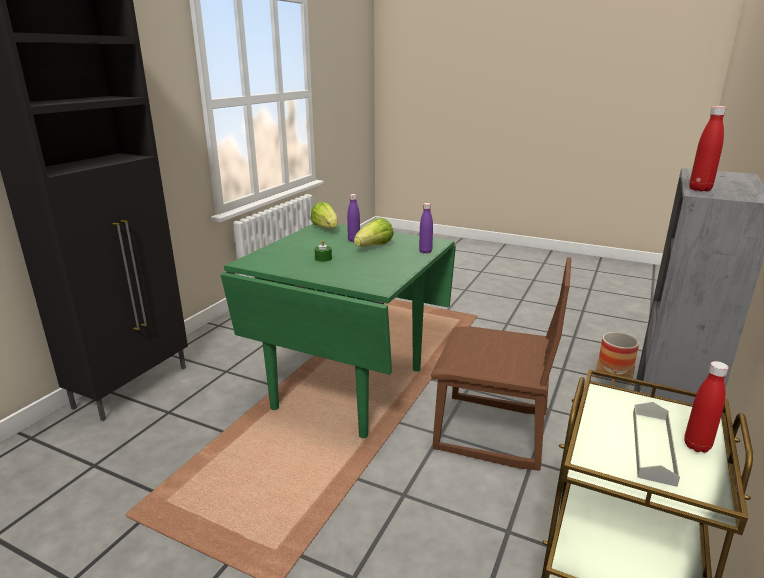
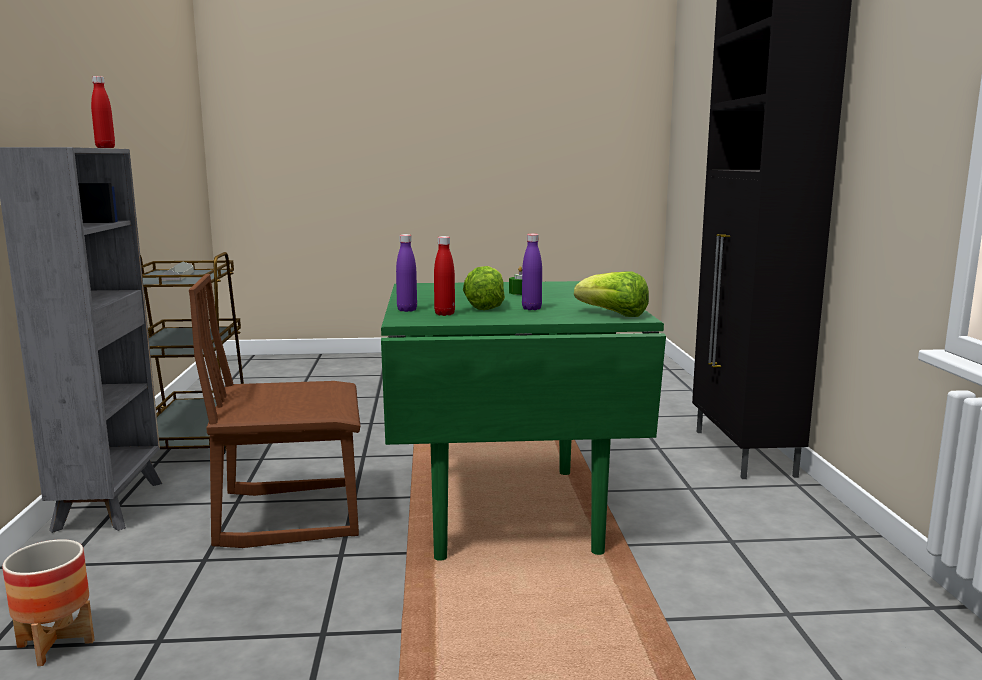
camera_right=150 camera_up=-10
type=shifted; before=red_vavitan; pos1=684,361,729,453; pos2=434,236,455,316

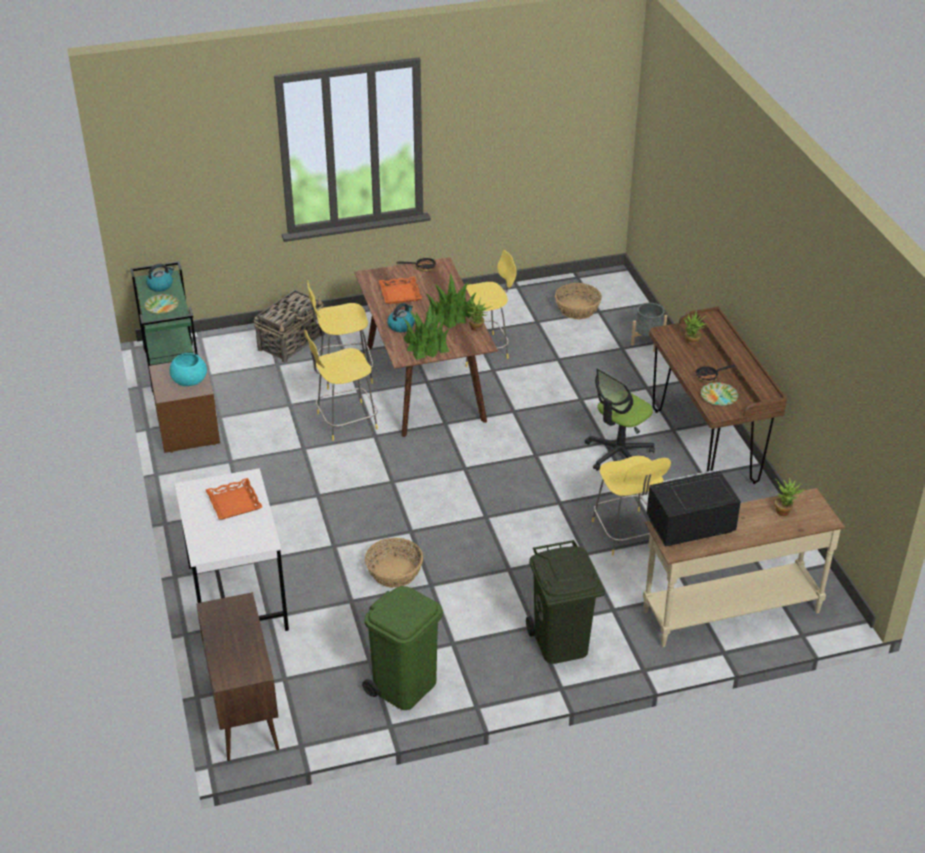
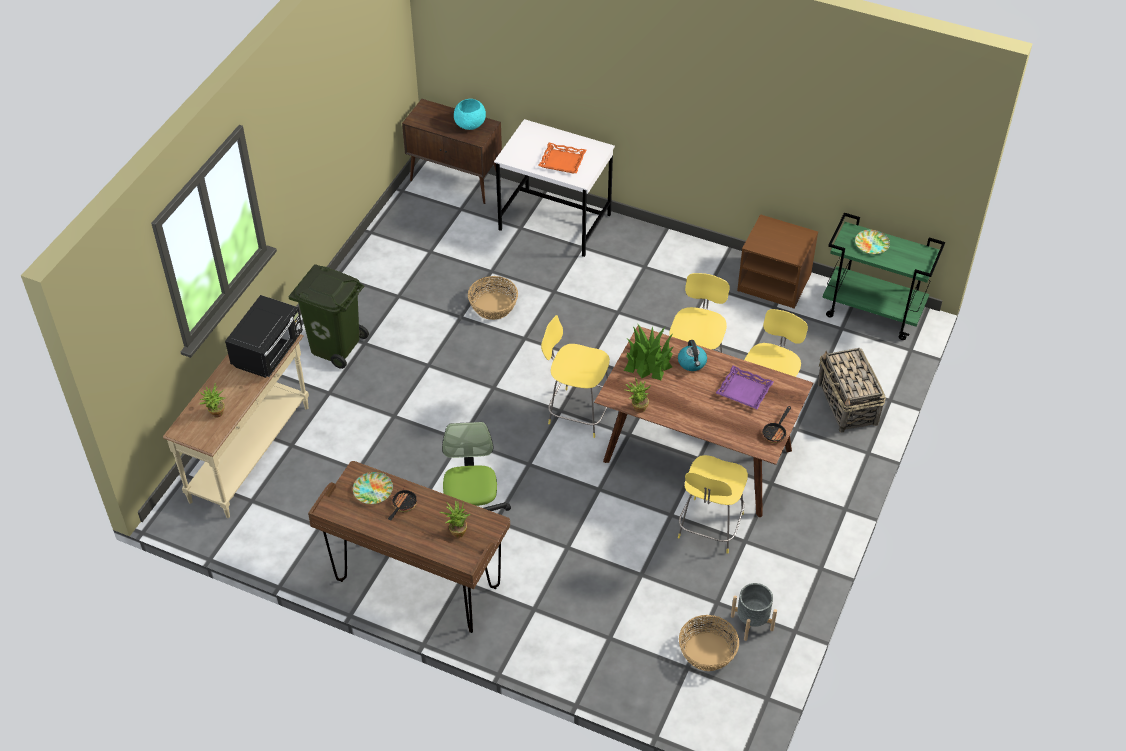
camera_right=130 camera_up=10
type=shifted; before=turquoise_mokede; pos1=170,353,207,386; pos2=454,99,486,130
type=shifted; before=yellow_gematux; pos1=592,456,671,555; pos2=541,315,610,438
type=repainted; before=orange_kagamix; after=purple_kagamix; pos1=379,277,422,304; pos2=716,366,774,409
type=shifted; before=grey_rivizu; pos1=631,303,667,352; pos2=731,583,777,641
type=gone; before=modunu; pos1=146,264,174,292
type=gone; before=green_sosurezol; pos1=362,586,443,710
type=gone; before=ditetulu; pos1=426,273,477,329

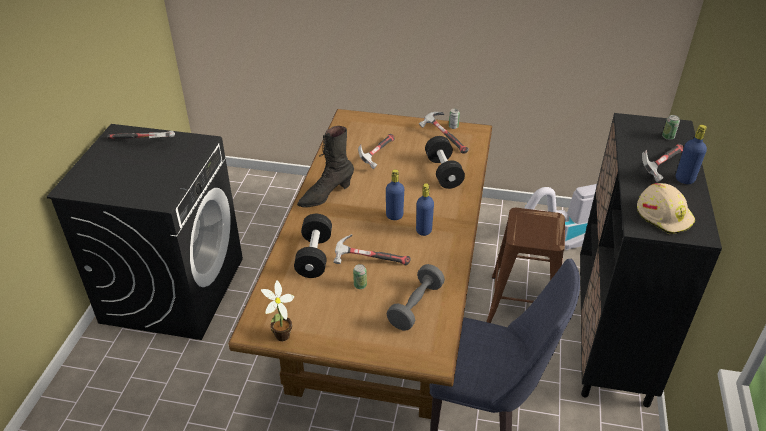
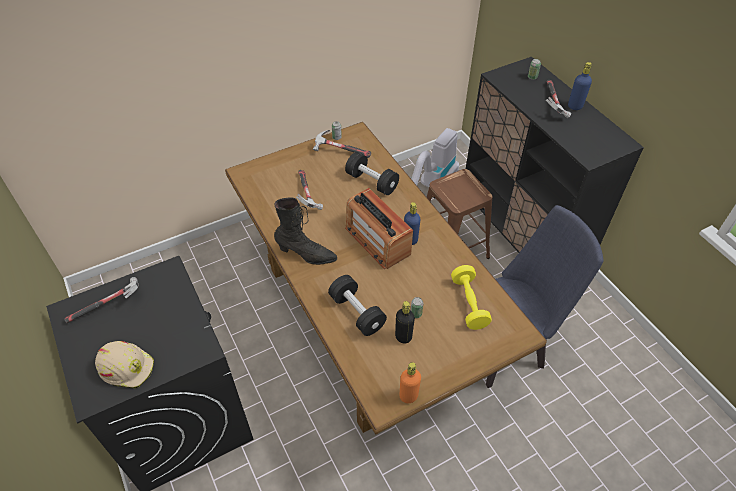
camera_right=-40 camera_up=10
type=shifted; before=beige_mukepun; pos1=637,183,695,234; pos2=95,341,154,389
type=rotated; before=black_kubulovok; pos1=297,126,354,208; pos2=274,198,337,265; turn=-90
type=swapped; before=blue_vavitan; after=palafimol; pos1=386,169,404,220; pos2=345,188,413,269
type=new; after=black_vavitan; pos2=395,301,415,344
type=swapped; before=ditetulu; after=orange_vavitan; pos1=261,280,294,341; pos2=399,362,421,403
type=repainted; before=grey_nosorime; after=yellow_nosorime; pos1=387,264,445,330; pos2=451,265,492,330
type=gone; before=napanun; pos1=334,234,411,266

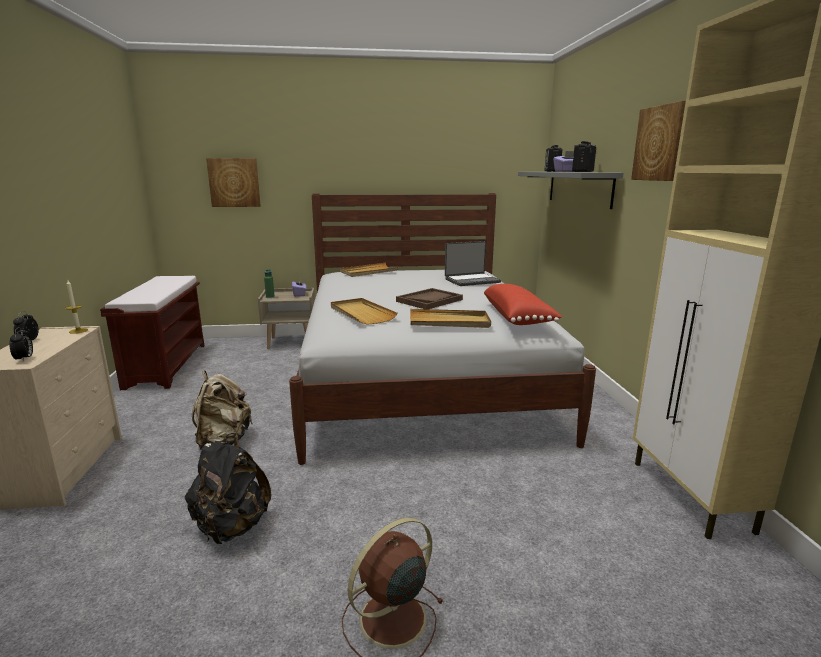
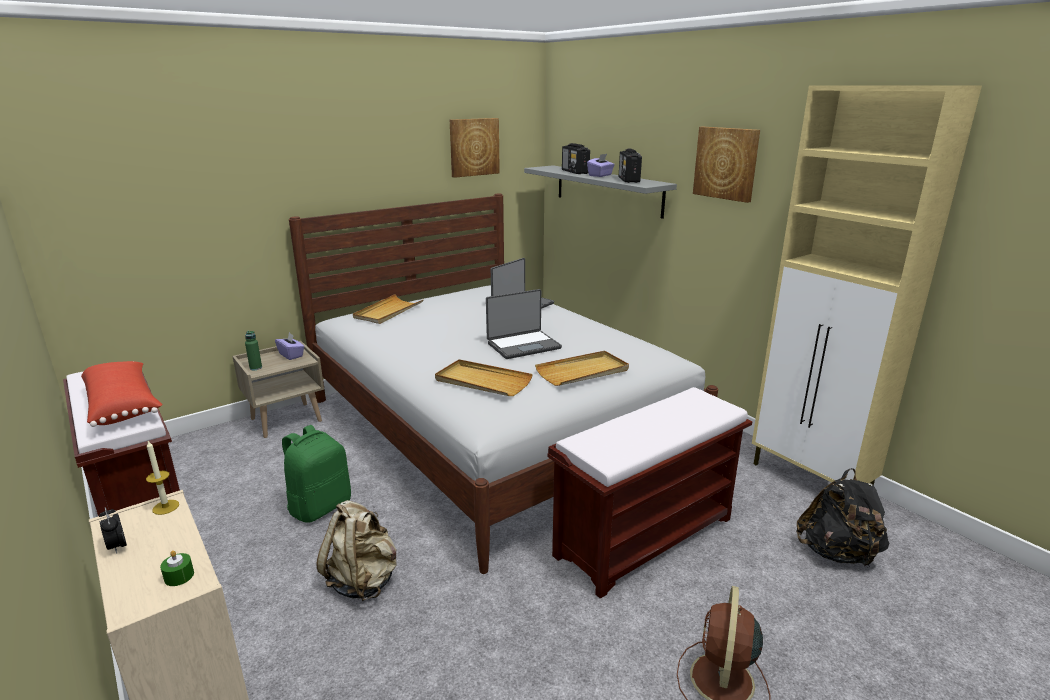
camera_right=-30 camera_up=5
type=shifted; before=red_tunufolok; pos1=484,284,562,325; pos2=81,361,163,427
type=swapped; before=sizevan; after=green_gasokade; pos1=10,327,33,362; pos2=160,550,194,586
type=new; after=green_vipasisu; pos2=282,425,351,523
type=shifted; before=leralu; pos1=206,158,261,207; pos2=450,118,500,178
type=swapped; before=brown_kagamix; after=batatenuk; pos1=396,288,463,309; pos2=486,289,562,359
type=new; after=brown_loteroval; pos2=548,387,753,599
type=shifted; before=black_vipasisu; pos1=185,433,271,544; pos2=796,468,889,566

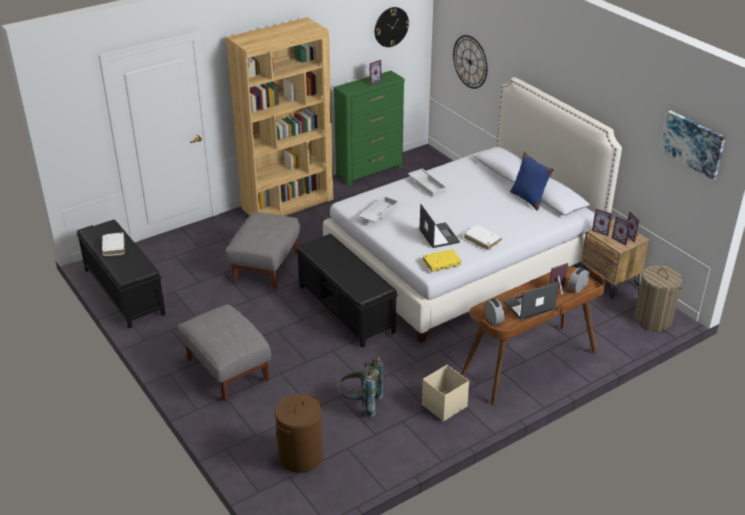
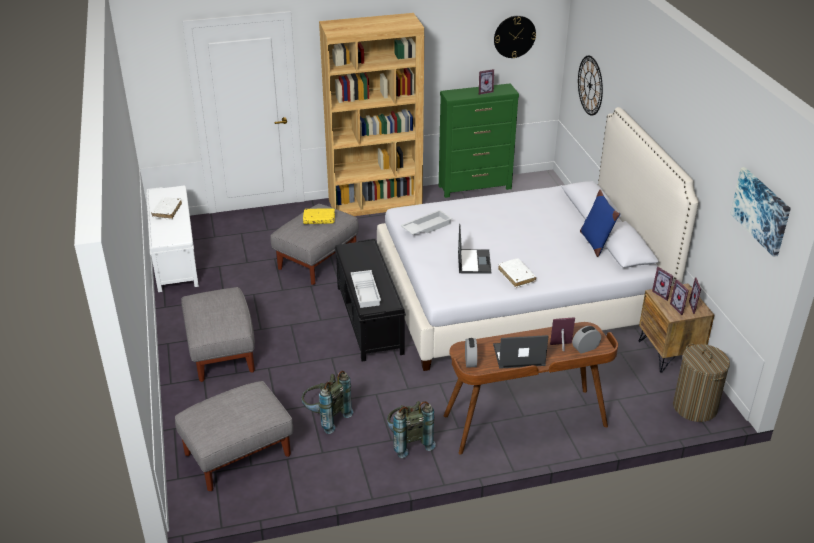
camera_right=20 camera_up=0
type=repainted; before=black_loteroval; after=white_loteroval; pos1=77,220,166,329; pos2=146,186,199,292
type=swapped; before=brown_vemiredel; after=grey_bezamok; pos1=275,394,323,473; pos2=175,381,293,491
type=shifted; before=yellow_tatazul; pos1=423,249,461,272; pos2=303,209,335,224
type=shifted; before=white_kagamix; pos1=408,168,448,197; pos2=351,270,381,308
type=swapped; before=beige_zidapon; after=grey_vipasisu; pos1=422,365,469,422; pos2=387,401,436,458

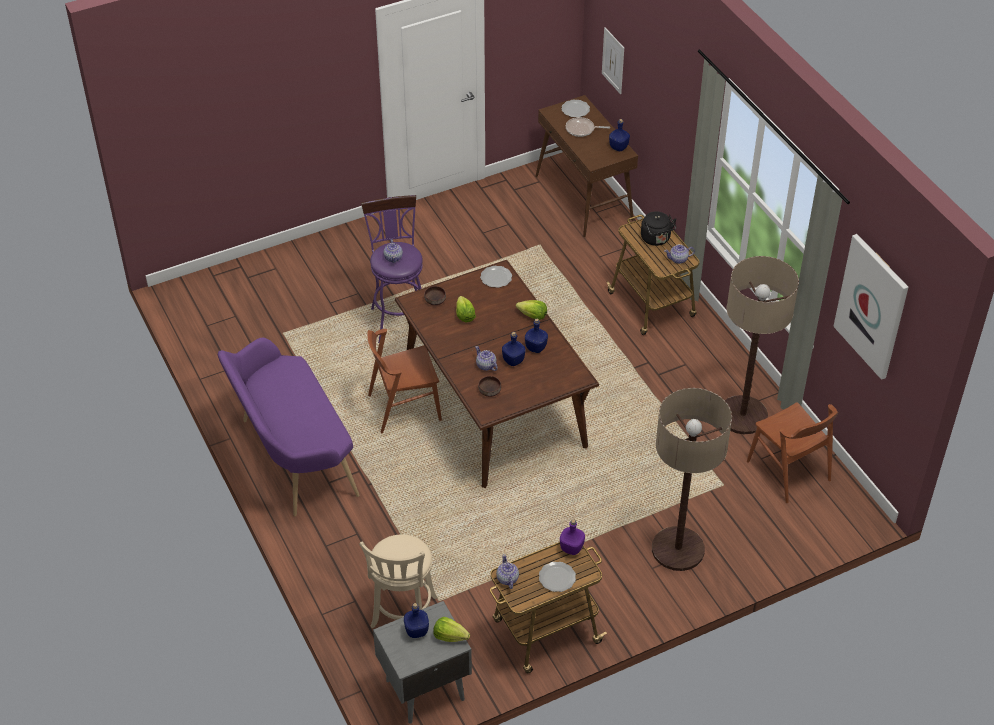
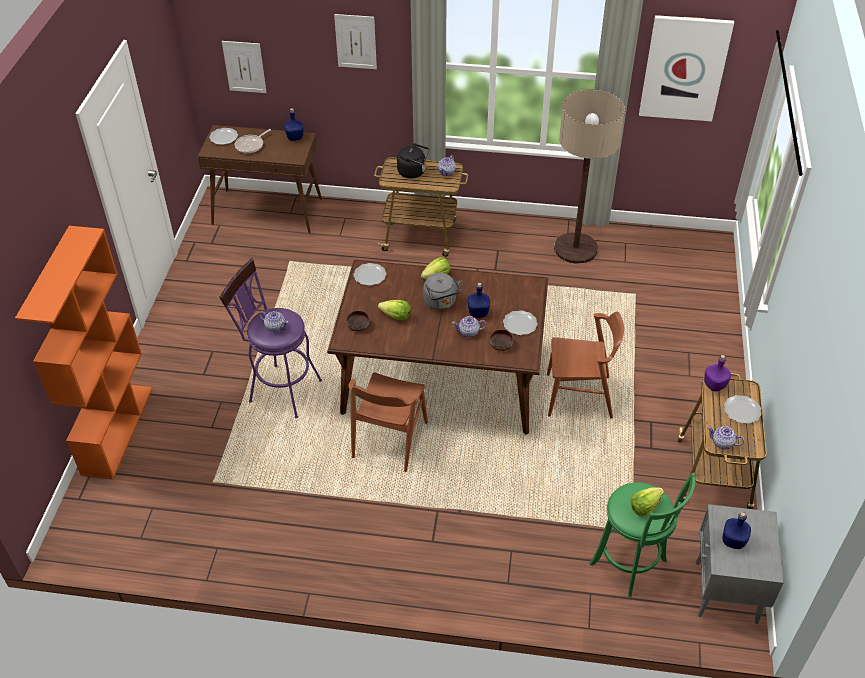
camera_right=-55 camera_up=0
type=new; after=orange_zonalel; pos2=15,226,152,480
type=new; after=leralu; pos2=334,14,377,69
type=new; after=grey_modunu; pos2=423,273,462,311
type=new; after=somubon; pos2=503,310,538,335
type=shifted; before=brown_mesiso; pos1=747,403,838,503; pos2=547,312,624,419
type=repainted; before=beige_gematux; after=green_gematux; pos1=359,534,438,628; pos2=590,473,696,597
type=shifted; before=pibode; pos1=433,617,470,642; pos2=630,488,664,517
type=gone; before=purple_loteroval; pos1=218,338,360,516
type=gone; before=blue_vavitan; pos1=525,319,548,353
type=gone; before=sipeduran; pos1=652,388,732,571

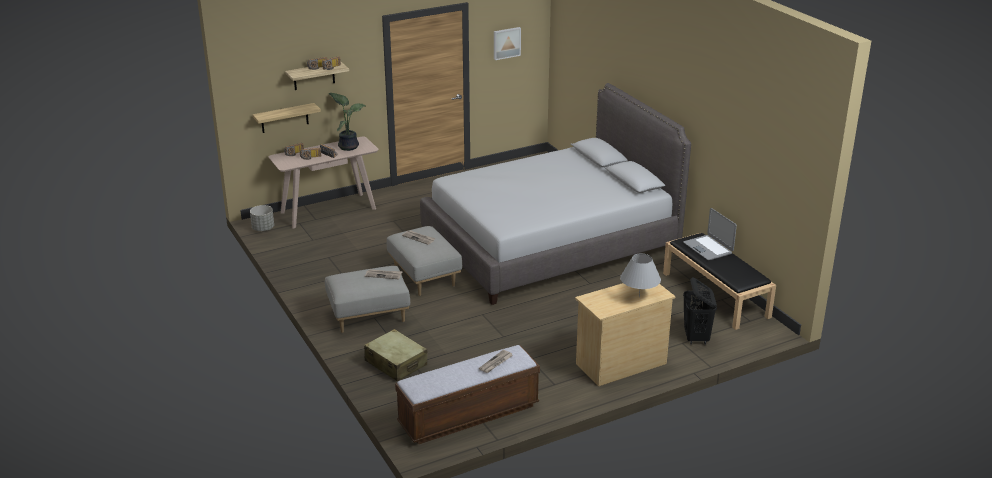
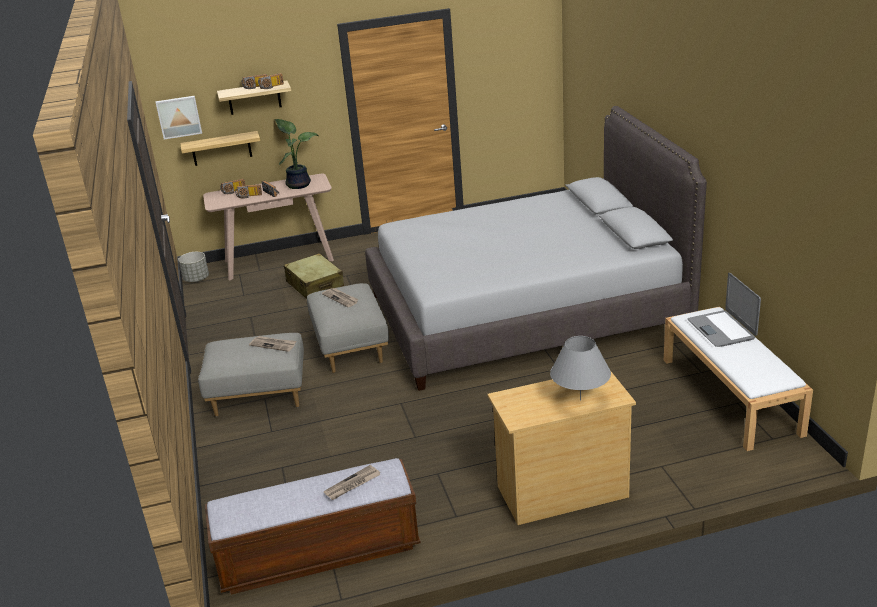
camera_right=15 camera_up=0
type=shifted; before=leralu; pos1=494,27,521,60; pos2=156,96,202,140
type=shifted; before=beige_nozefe; pos1=364,329,427,381; pos2=284,253,344,299
type=repainted; before=black_loteroval; after=white_loteroval; pos1=663,233,776,330; pos2=664,306,813,451
type=gone; before=black_vemiredel; pos1=683,277,717,345

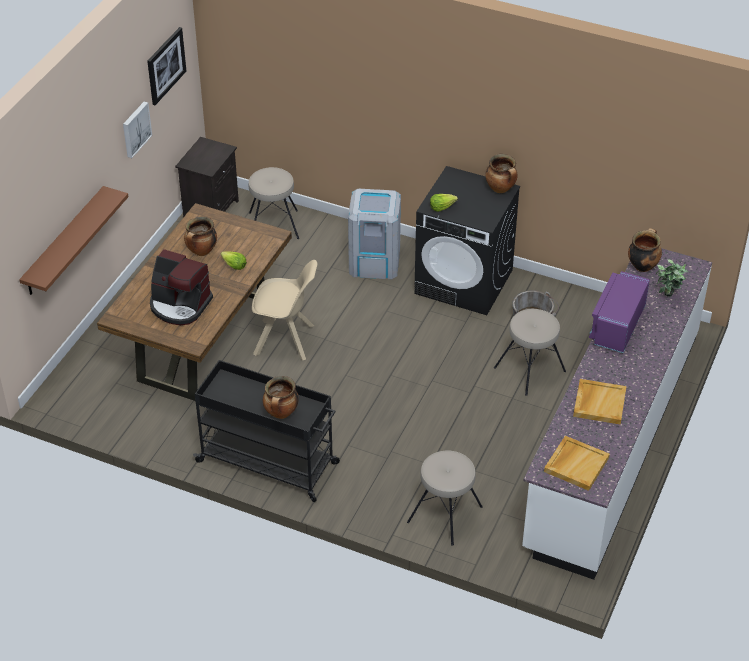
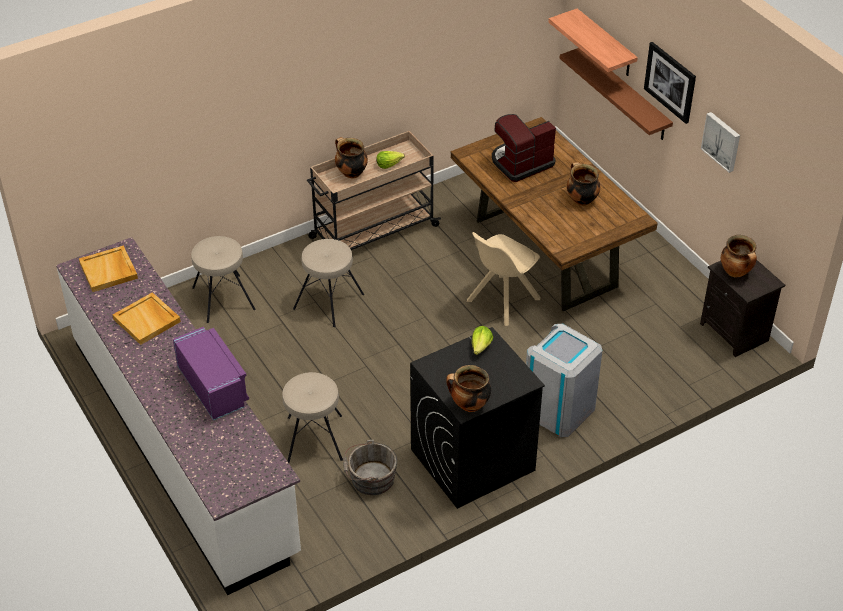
camera_right=125 camera_up=0
type=shifted; before=beige_gematux; pos1=248,167,299,239; pos2=293,239,364,327
type=repainted; before=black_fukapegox; after=beige_fukapegox; pos1=193,360,340,502; pos2=307,131,441,250
type=shifted; before=pibode; pos1=221,251,247,270; pos2=376,151,405,169
type=new; after=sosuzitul; pos2=548,9,638,76
type=shifted; before=leralu; pos1=147,27,186,105; pos2=644,42,696,124
type=shifted; before=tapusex; pos1=628,228,662,272; pos2=721,235,757,278
type=gone; before=ditetulu; pos1=656,259,689,297

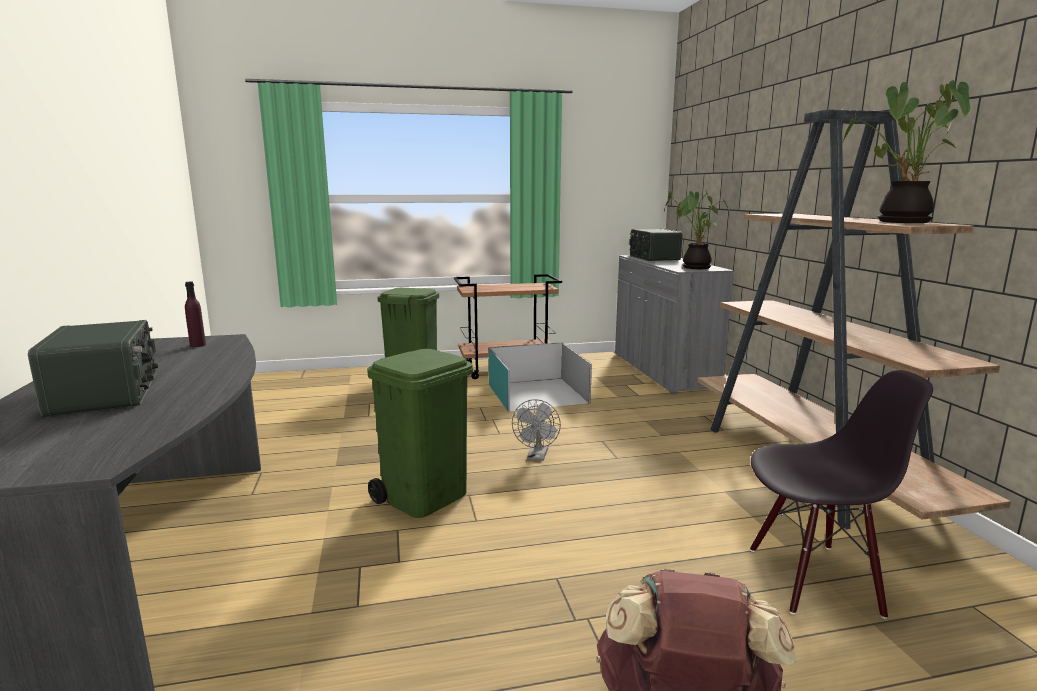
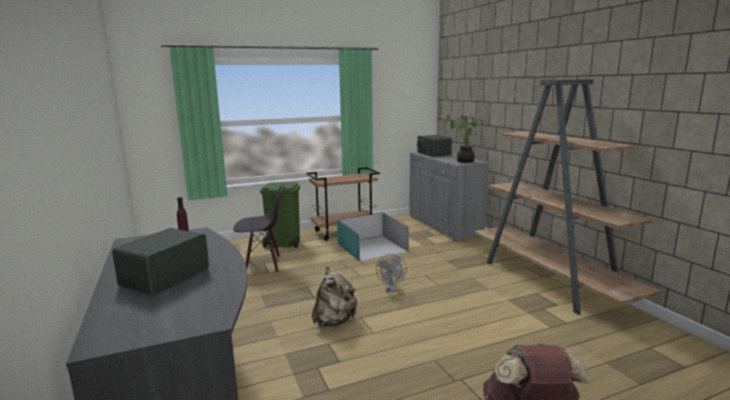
camera_right=-10 camera_up=0
type=rotated; before=palafimol; pos1=28,320,158,417; pos2=112,228,209,296; turn=-120
type=shifted; before=black_mesiso; pos1=750,370,933,619; pos2=233,185,285,273
type=swapped; before=green_sosurezol; after=beige_vipasisu; pos1=367,349,473,518; pos2=312,267,357,327
type=gone; before=ditetulu; pos1=843,80,970,223

